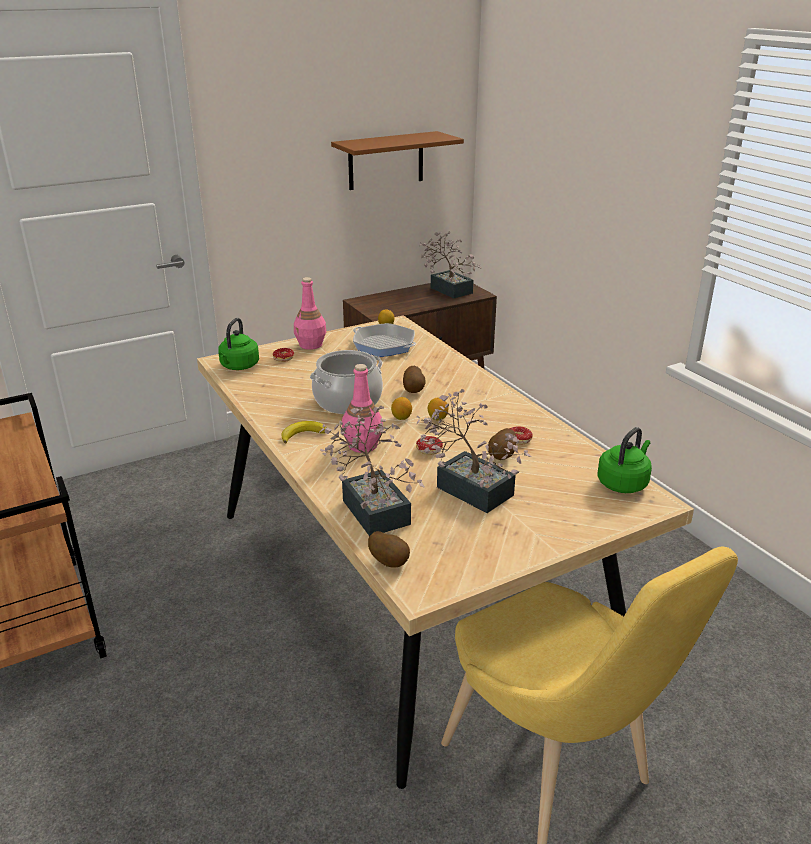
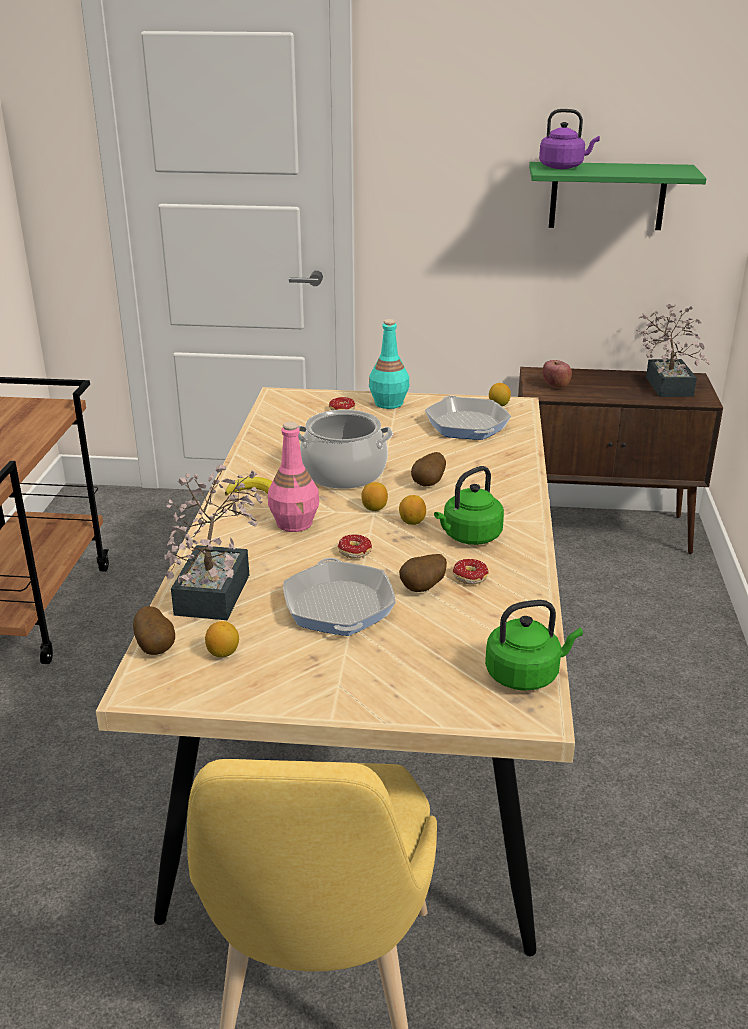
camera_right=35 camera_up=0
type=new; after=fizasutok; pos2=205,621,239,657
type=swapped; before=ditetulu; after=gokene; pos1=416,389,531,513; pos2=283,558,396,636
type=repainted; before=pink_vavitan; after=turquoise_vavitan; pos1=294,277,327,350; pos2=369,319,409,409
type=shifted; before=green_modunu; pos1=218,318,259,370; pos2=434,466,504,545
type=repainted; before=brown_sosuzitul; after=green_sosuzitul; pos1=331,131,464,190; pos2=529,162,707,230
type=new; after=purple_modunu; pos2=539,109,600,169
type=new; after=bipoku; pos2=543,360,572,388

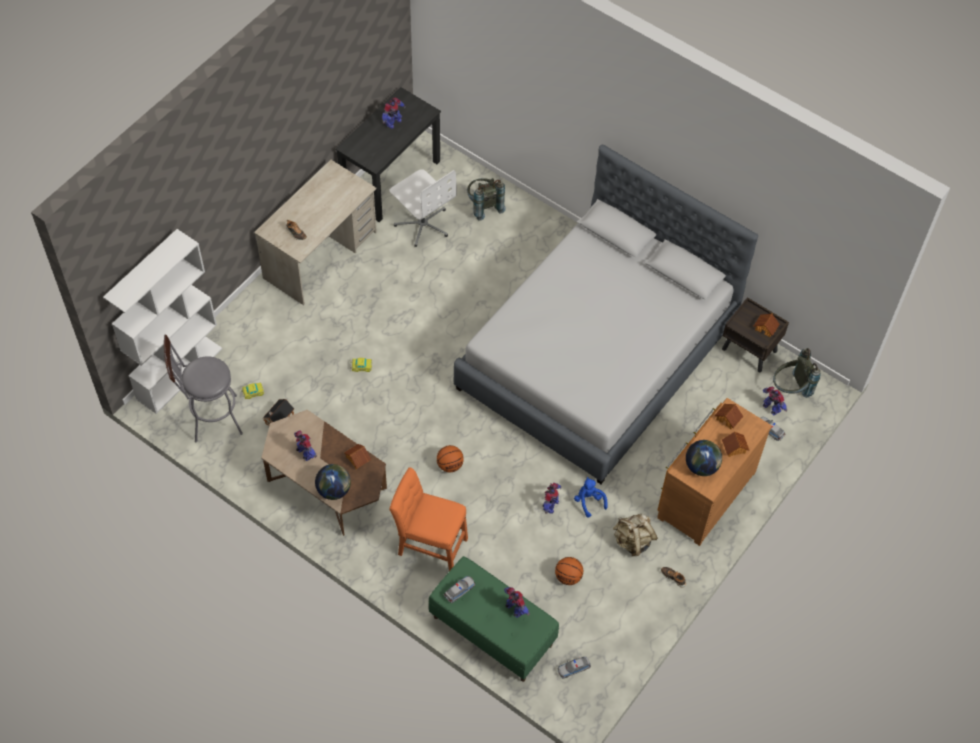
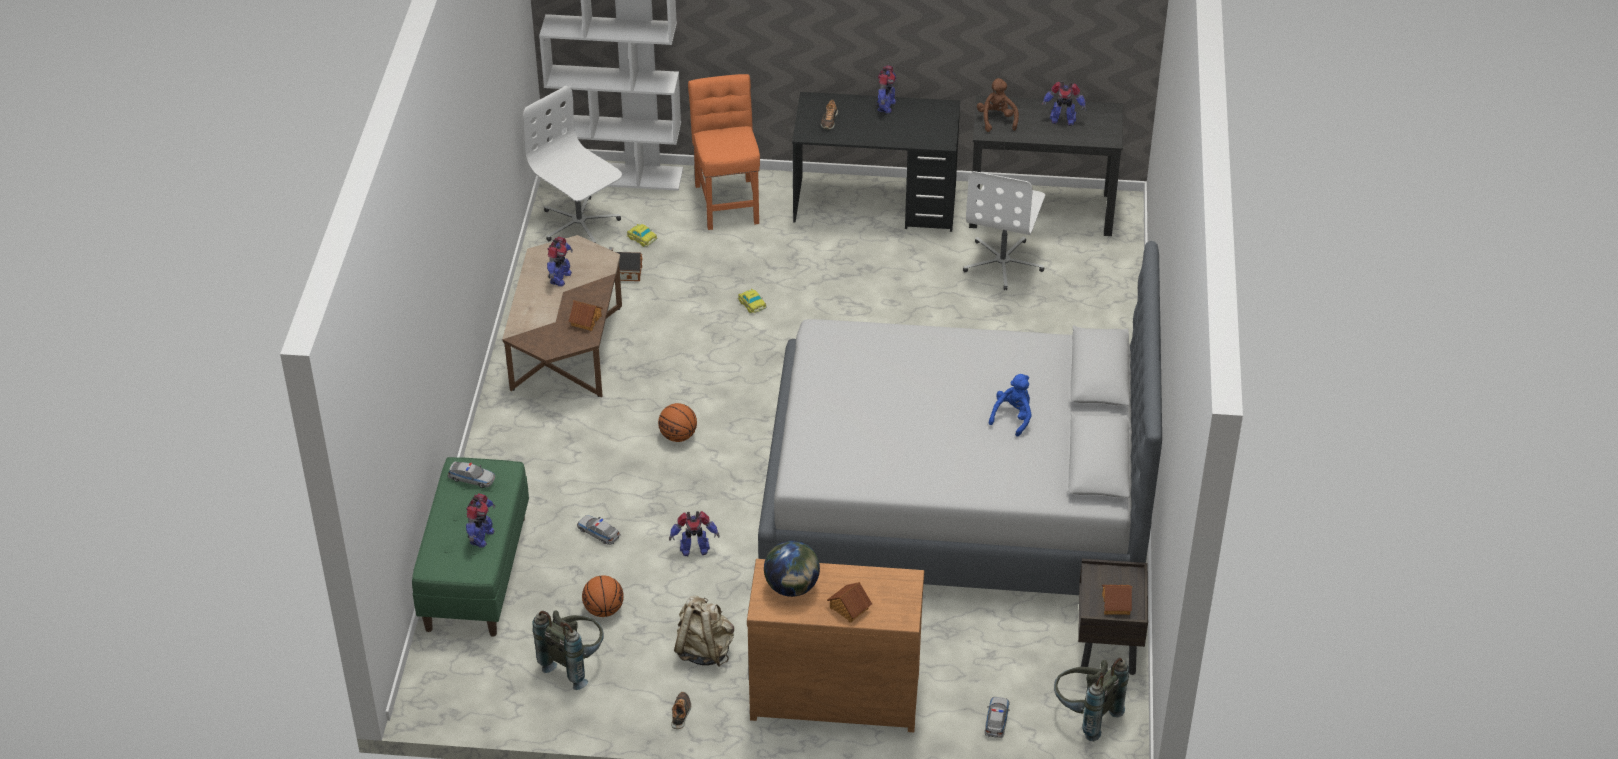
camera_right=60 camera_up=-15
type=swapped; before=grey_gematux; after=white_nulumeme; pos1=164,335,243,442; pos2=523,86,622,243
type=shifted; before=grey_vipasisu; pos1=467,178,506,221; pos2=532,610,604,690
type=shifted; before=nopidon; pos1=558,656,591,678; pos2=577,515,621,545
type=shifted; before=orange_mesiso; pos1=389,468,468,571; pos2=688,74,760,230
type=repainted; before=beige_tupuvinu; after=black_tupuvinu; pos1=254,159,377,305; pos2=792,92,960,232
type=shifted; before=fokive; pos1=762,386,787,416; pos2=876,65,897,113
type=new; after=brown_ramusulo; pos2=977,78,1019,132
type=shifted; before=blue_ramusulo; pos1=574,477,608,518; pos2=989,374,1032,437
type=gone; before=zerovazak; pos1=315,464,351,500
type=gone; before=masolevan; pos1=715,404,743,430

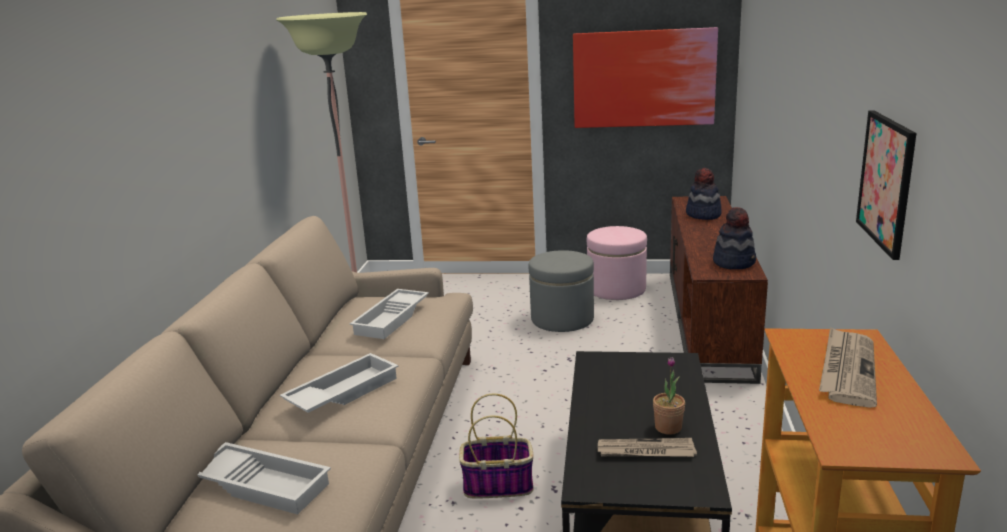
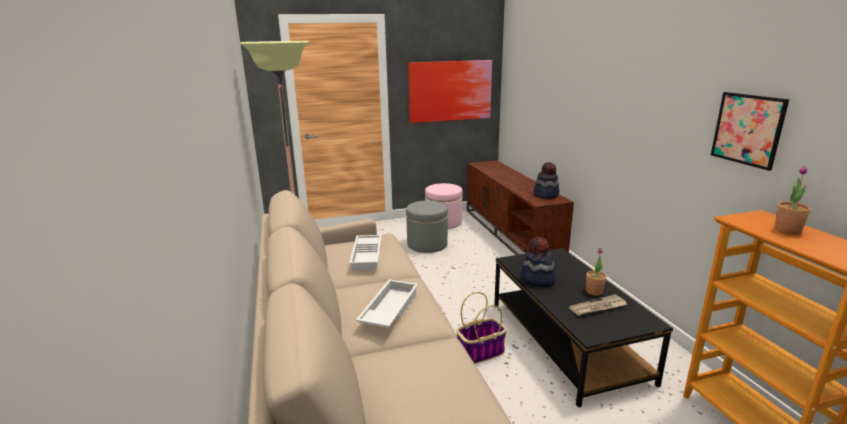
camera_right=-25 camera_up=0
type=shifted; before=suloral; pos1=686,168,722,220; pos2=521,237,555,287
type=swapped; before=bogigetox; after=ditetulu; pos1=819,327,877,408; pos2=774,166,811,235
type=gone; before=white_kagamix; pos1=197,442,331,514

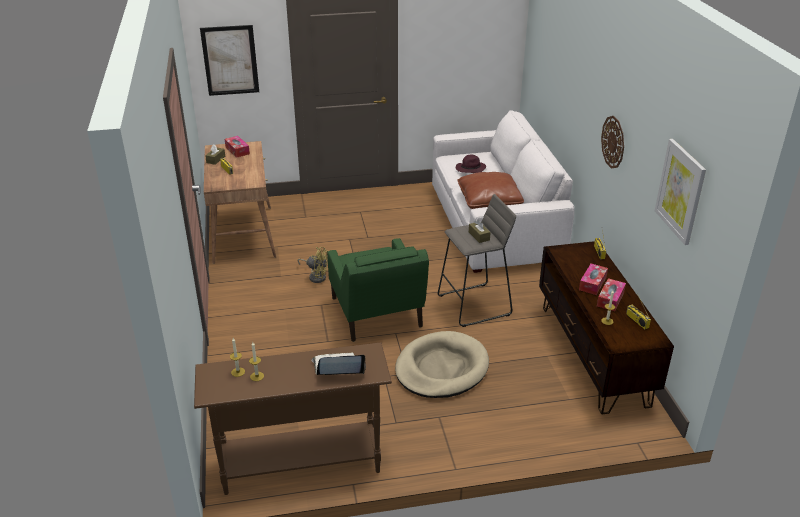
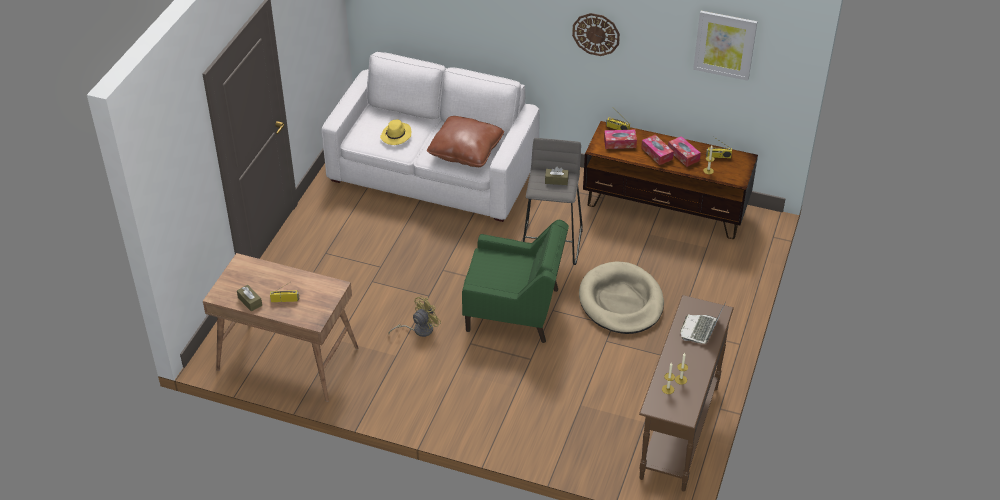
camera_right=-60 camera_up=10
type=repainted; before=purple_suloral; after=yellow_suloral; pos1=456,154,486,173; pos2=380,119,411,145
type=shifted; before=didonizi; pos1=225,136,250,158; pos2=604,130,637,149
type=gone; before=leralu; pos1=200,25,259,96

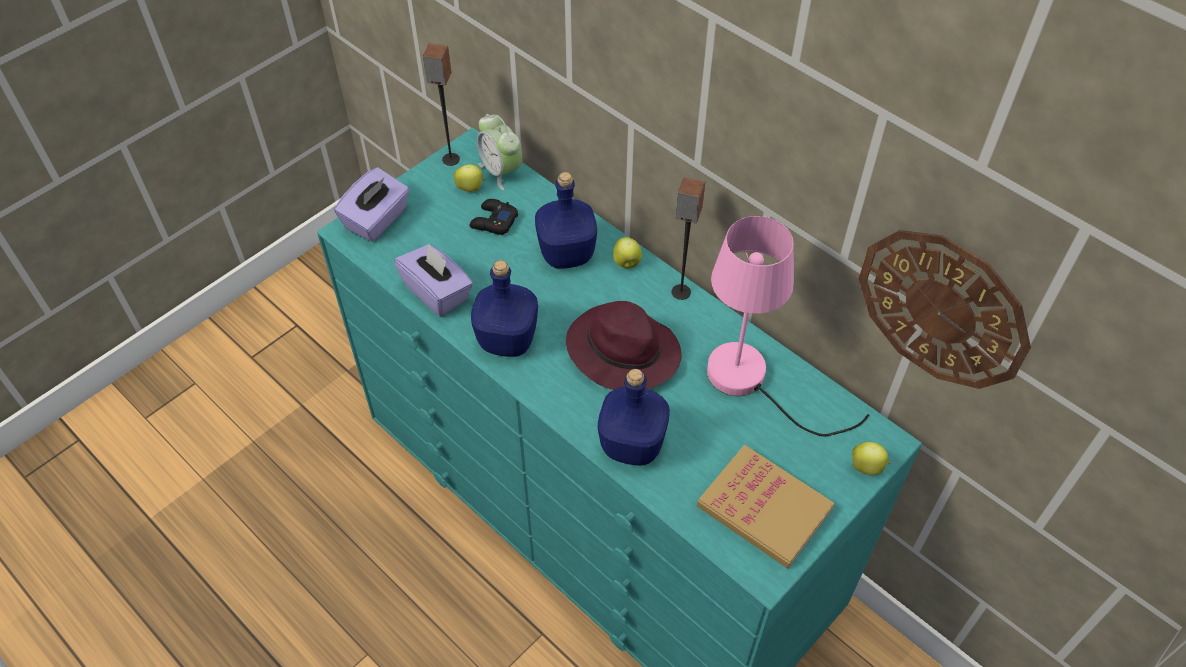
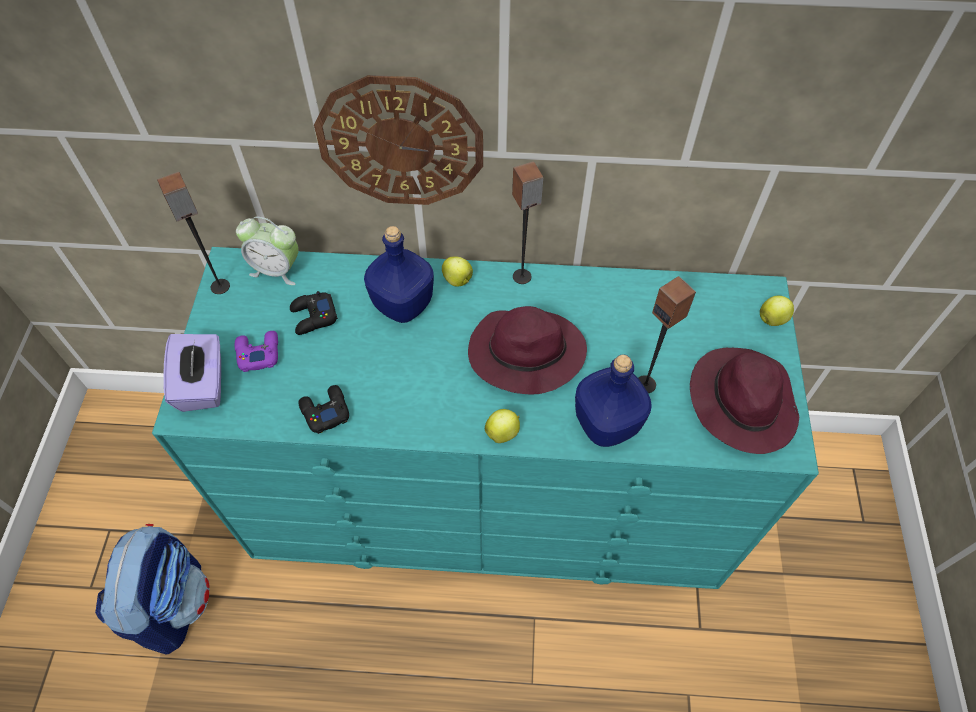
camera_right=-40 camera_up=5
type=new; after=vipasisu; pos2=95,524,210,654
type=new; after=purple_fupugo; pos2=235,331,278,372
type=swapped; before=purple_didonizi; after=black_fupugo; pos1=394,243,473,317; pos2=298,385,349,434
type=shifted; before=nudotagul; pos1=859,230,1031,389; pos2=314,75,483,205
type=shifted; before=bipoku; pos1=454,164,486,192; pos2=485,409,520,443
type=new; after=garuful; pos2=638,276,696,393
type=swapped; before=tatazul; after=purple_suloral; pos1=697,445,835,569; pos2=690,348,799,454
type=gone; before=blue_vavitan; pos1=471,260,538,357
type=gone; before=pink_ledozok; pos1=707,216,869,437

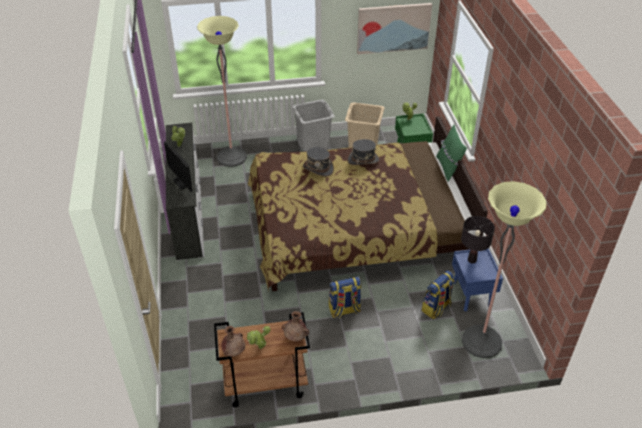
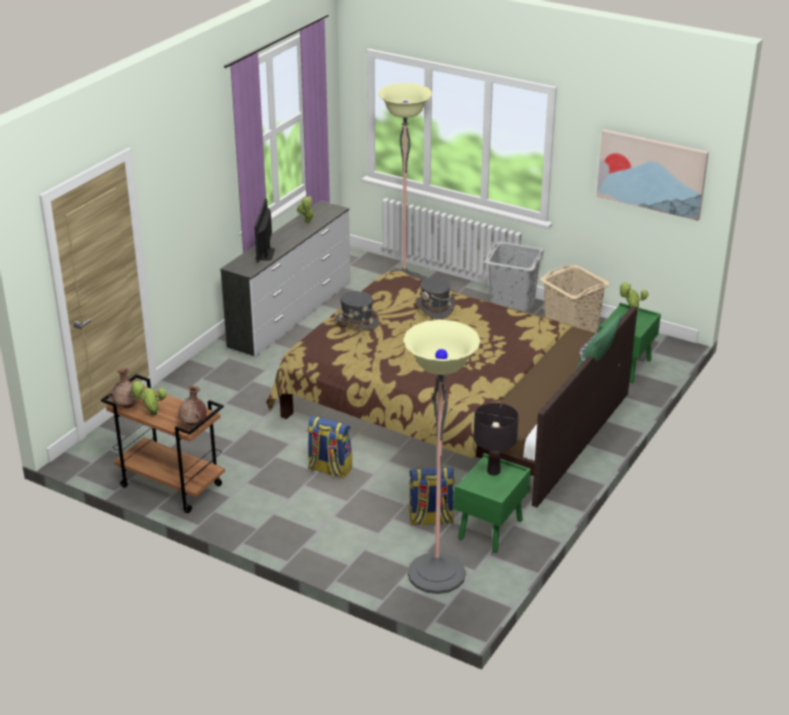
camera_right=40 camera_up=-10
type=shifted; before=grey_suloral; pos1=347,139,379,165; pos2=335,291,379,330
type=repainted; before=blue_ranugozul; after=green_ranugozul; pos1=452,248,503,311; pos2=454,453,531,552

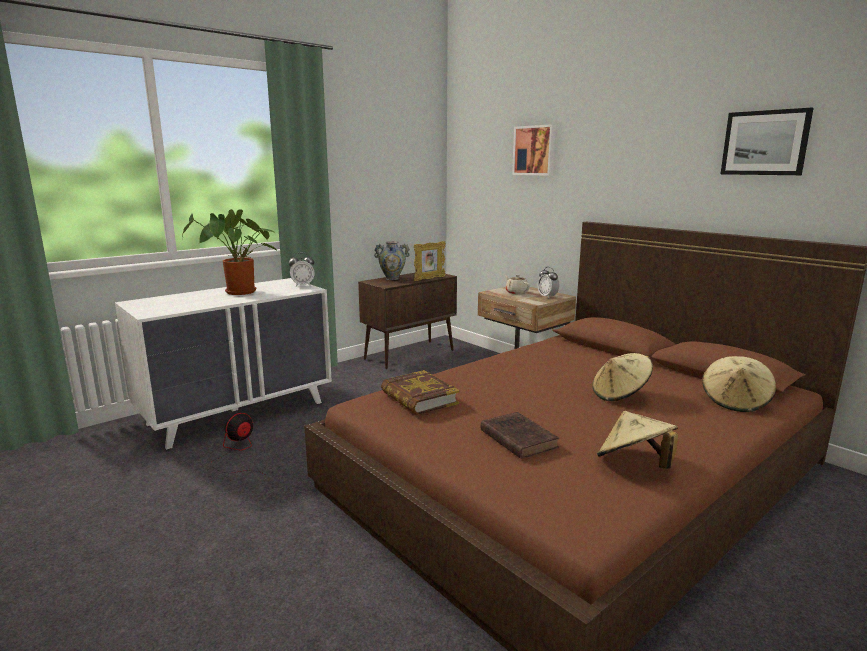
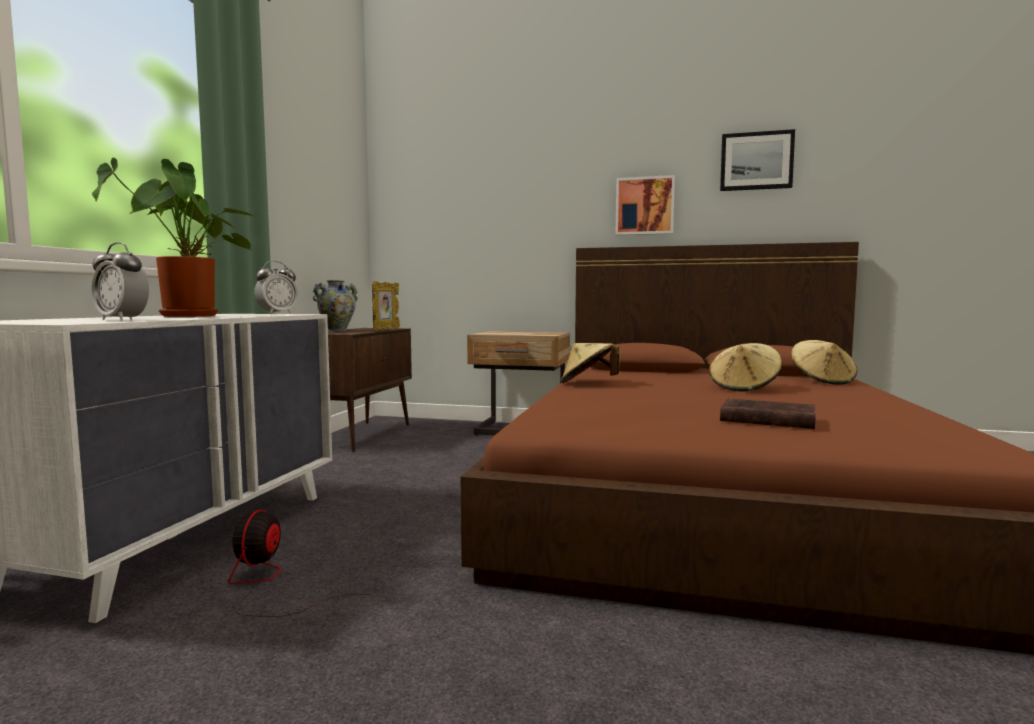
camera_right=-35 camera_up=-10
type=shifted; before=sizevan; pos1=538,267,559,298; pos2=91,242,149,321
type=shifted; before=beige_suloral; pos1=597,411,678,469; pos2=561,343,620,383
type=shifted; before=leralu; pos1=512,124,556,176; pos2=615,175,675,235
type=gone; before=tatazul; pos1=381,370,460,415
type=gone; before=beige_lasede; pos1=505,275,530,294

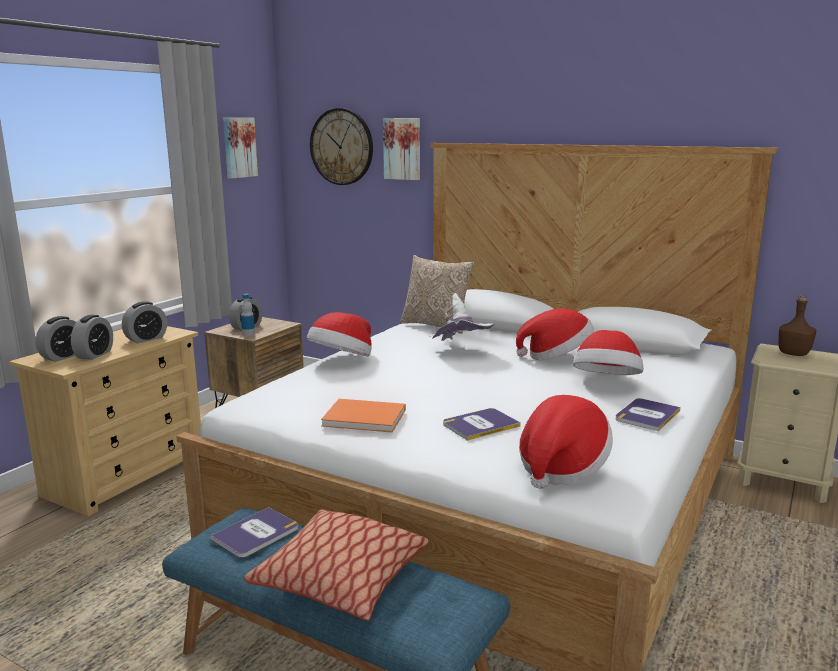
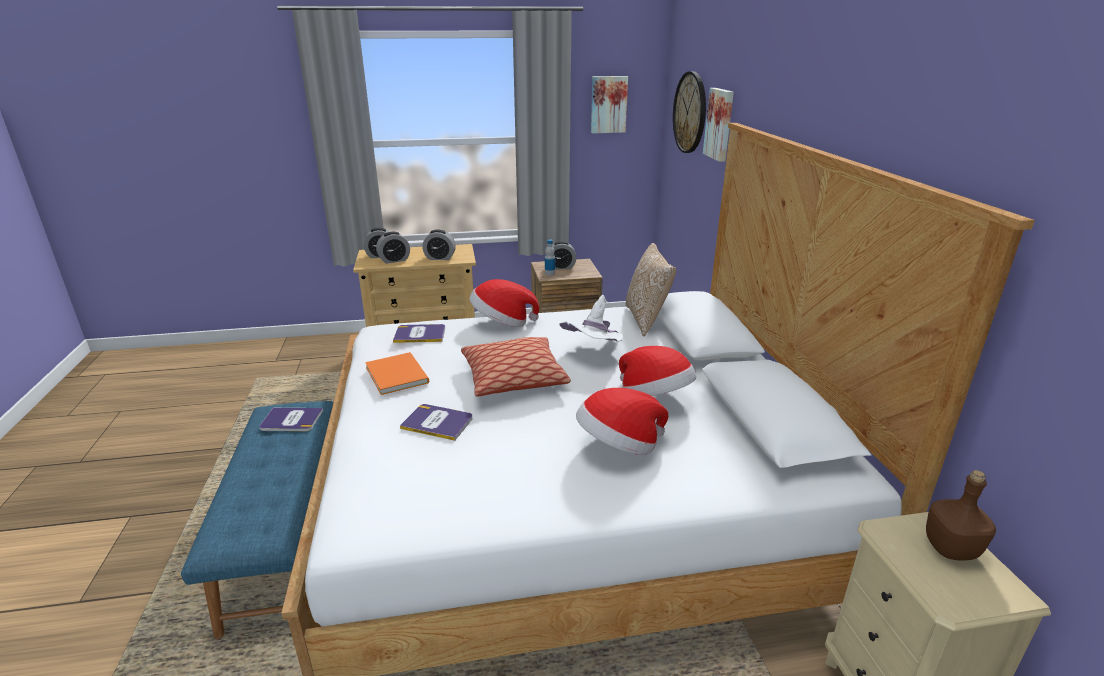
camera_right=50 camera_up=10
type=shifted; before=tatazul; pos1=616,398,681,431; pos2=393,324,445,343
type=shifted; before=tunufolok; pos1=244,509,429,621; pos2=461,337,571,396
type=gone; before=suloral; pos1=519,395,613,489

